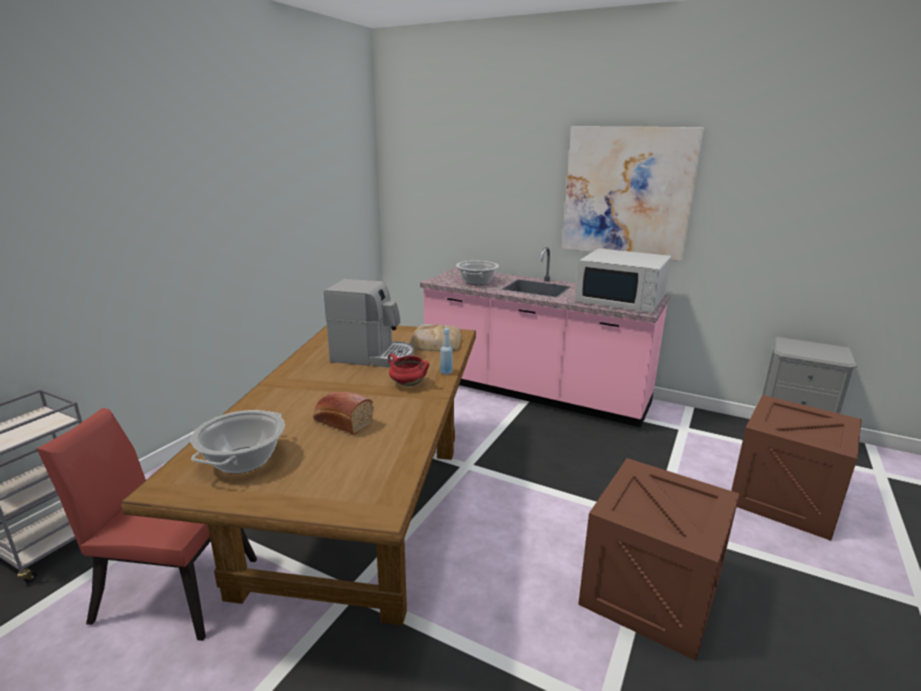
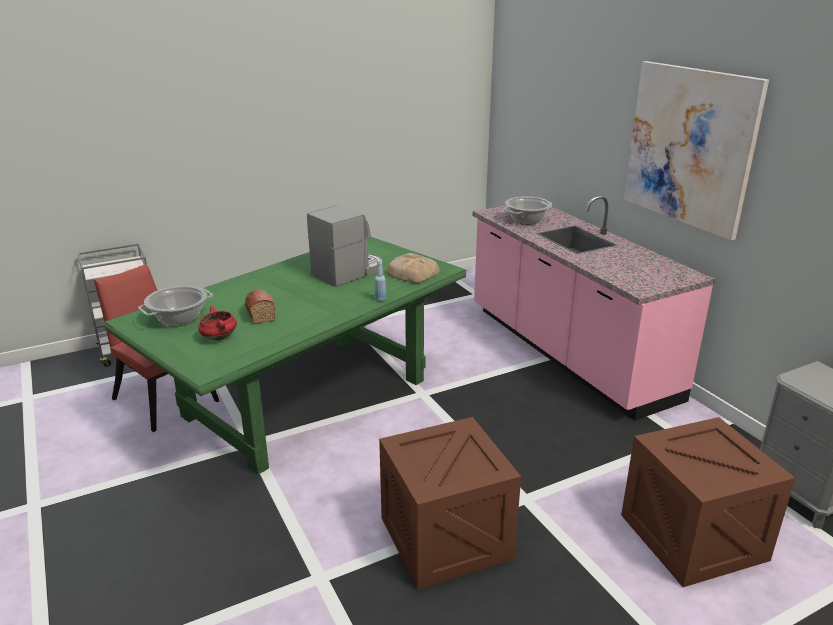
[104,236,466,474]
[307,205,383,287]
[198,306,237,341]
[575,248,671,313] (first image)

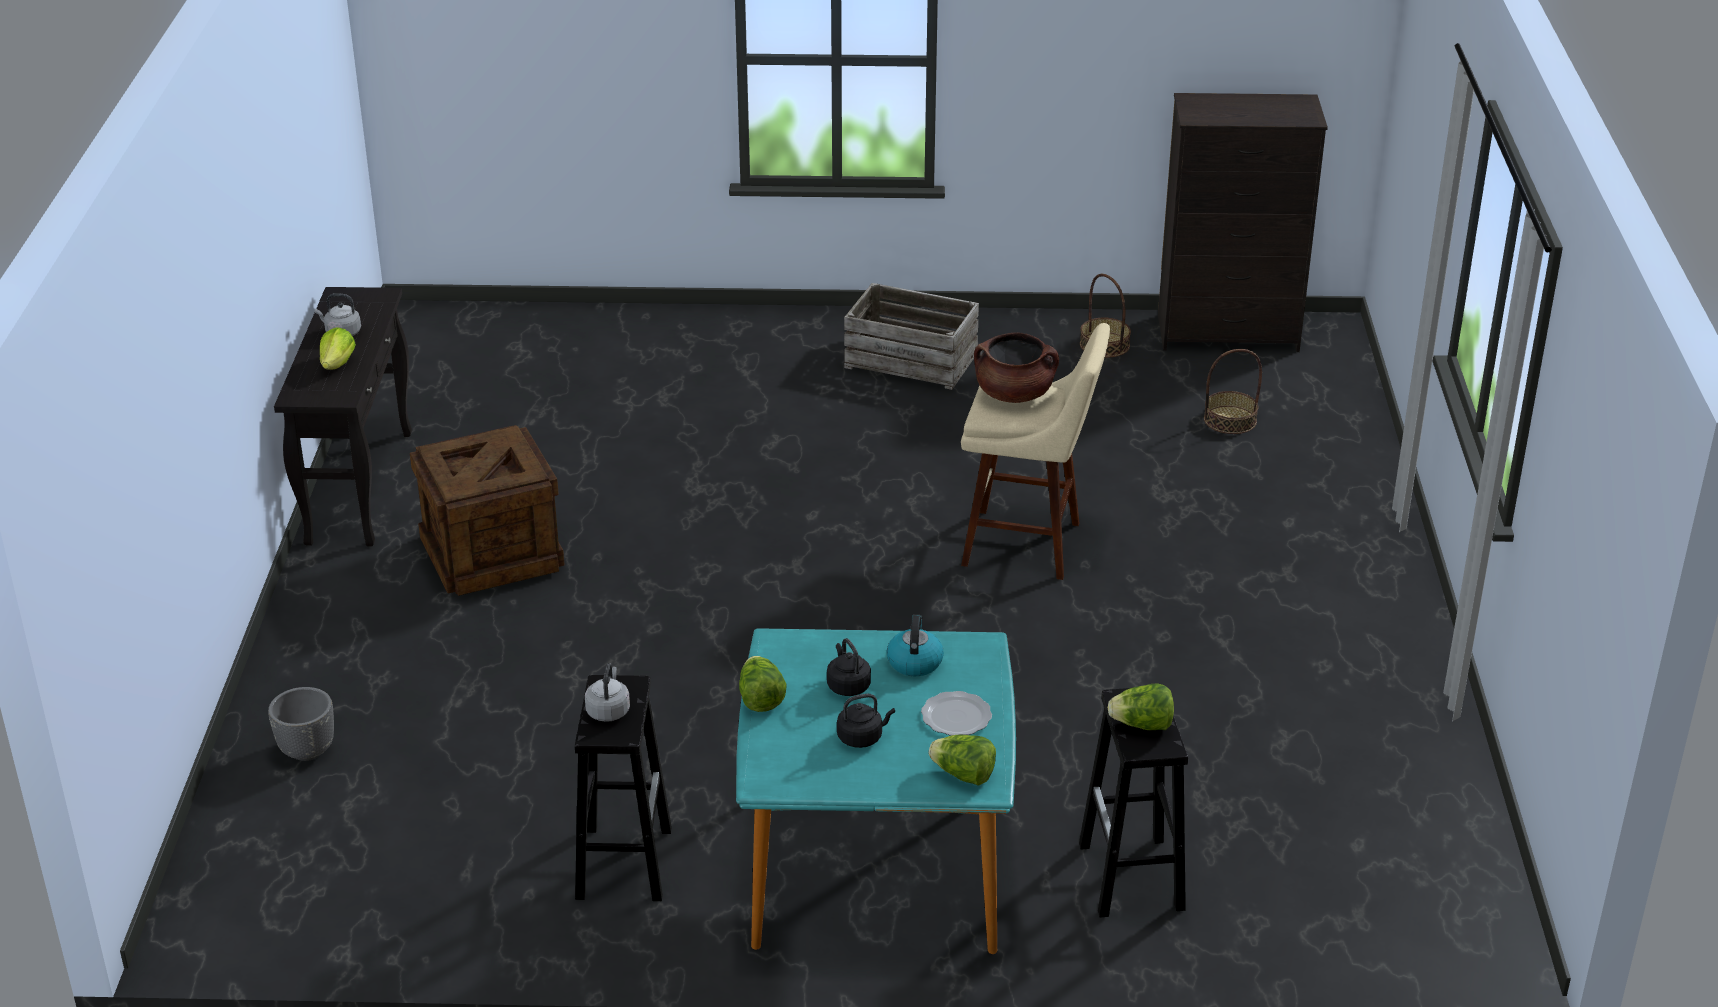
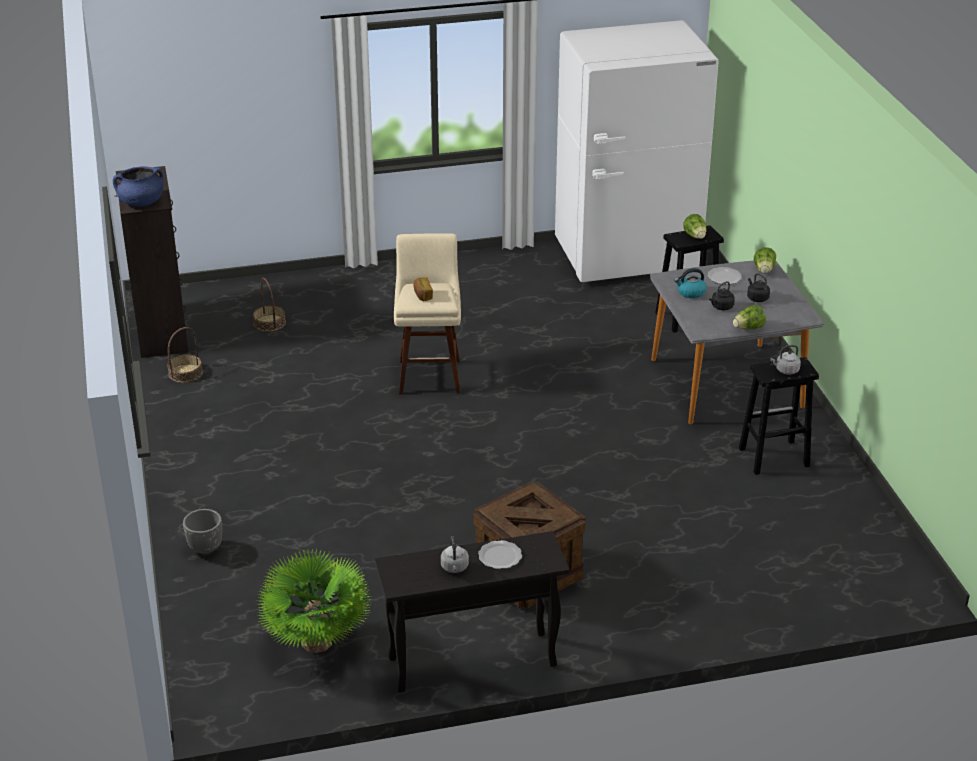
[183,509,222,554]
[478,540,522,569]
[650,261,824,424]
[844,283,979,390] (first image)
[413,277,433,301]
[113,166,163,207]
[257,549,370,653]
[555,20,719,282]

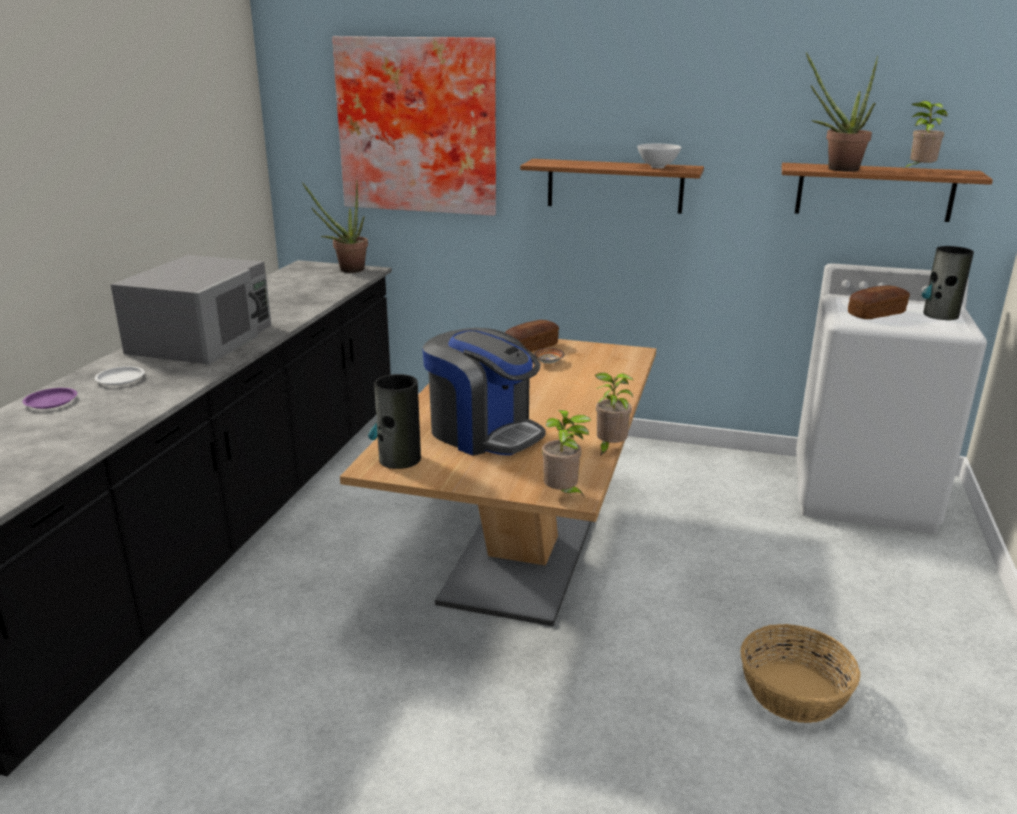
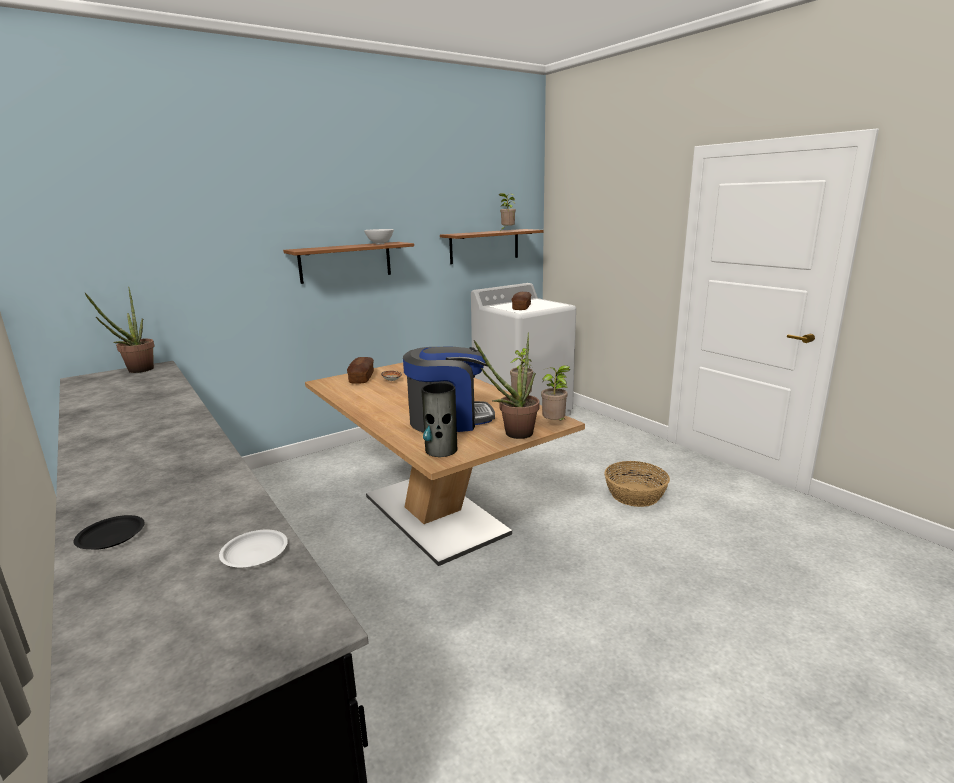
[74,515,145,550]
[219,530,288,568]
[110,255,271,365] (first image)
[332,36,496,216] (first image)
[474,332,540,439]
[922,246,974,320] (first image)

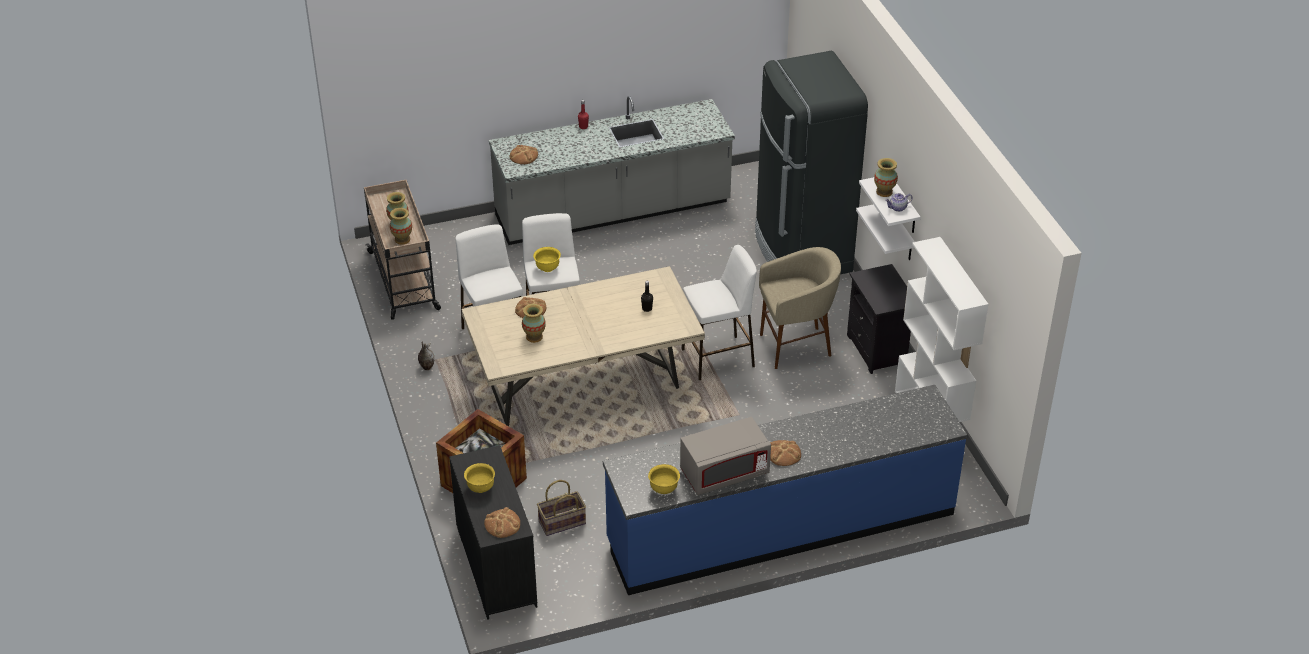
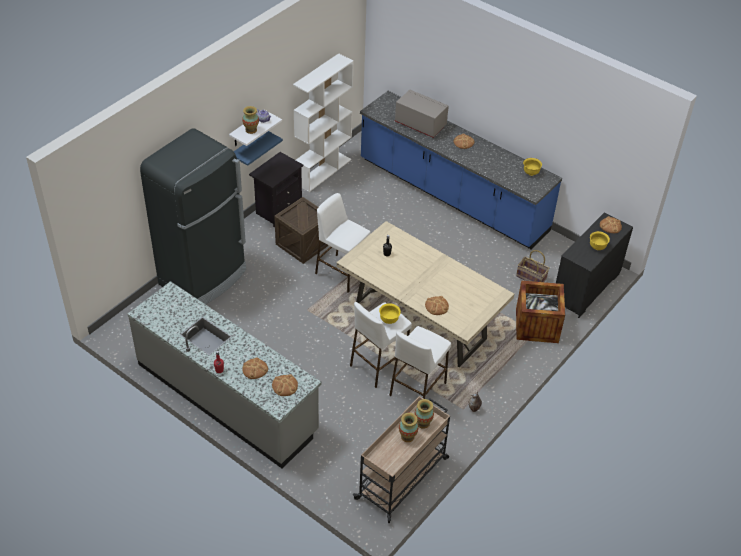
[522,304,546,343] (first image)
[395,90,449,137]
[274,197,329,264]
[234,131,283,166]
[242,357,268,379]

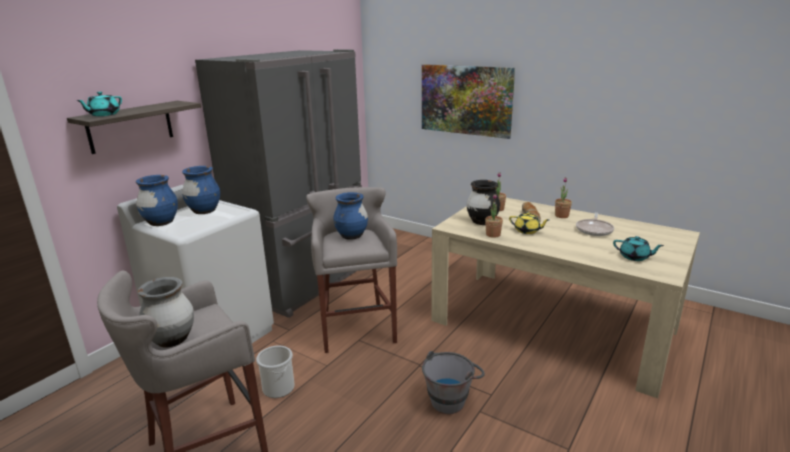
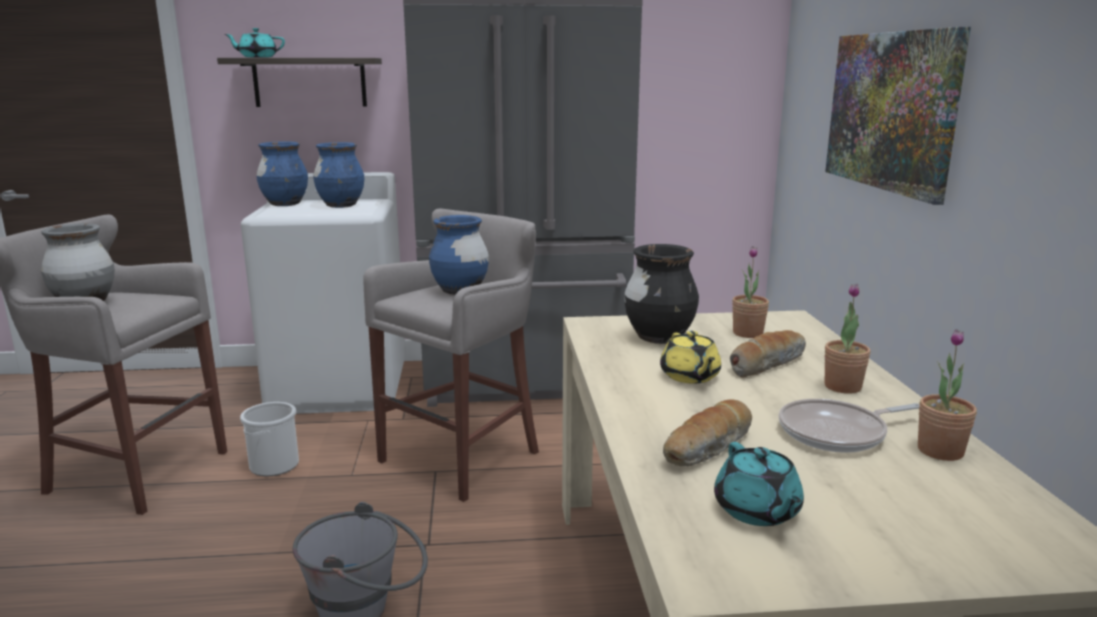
[918,329,977,461]
[663,399,752,466]

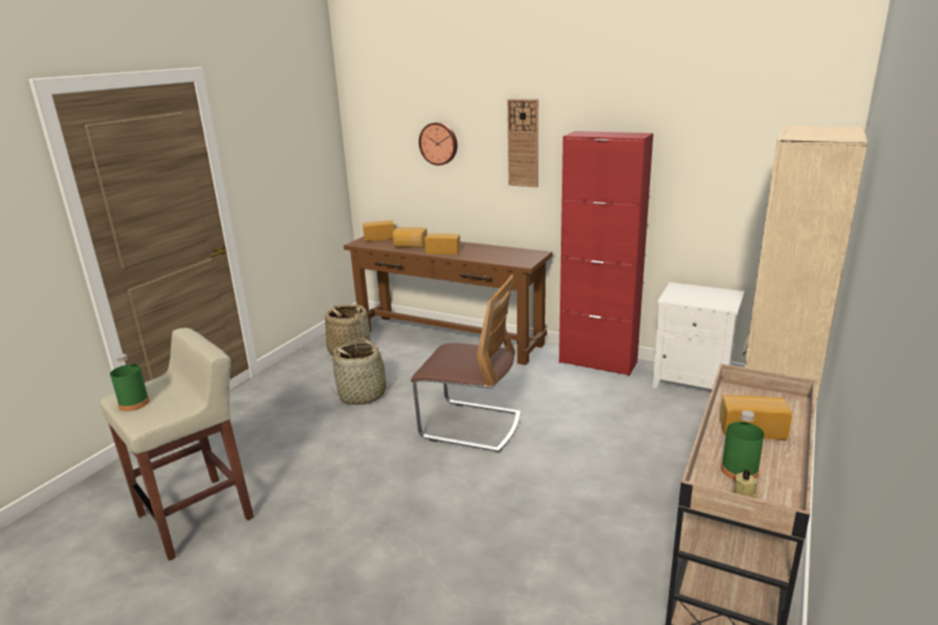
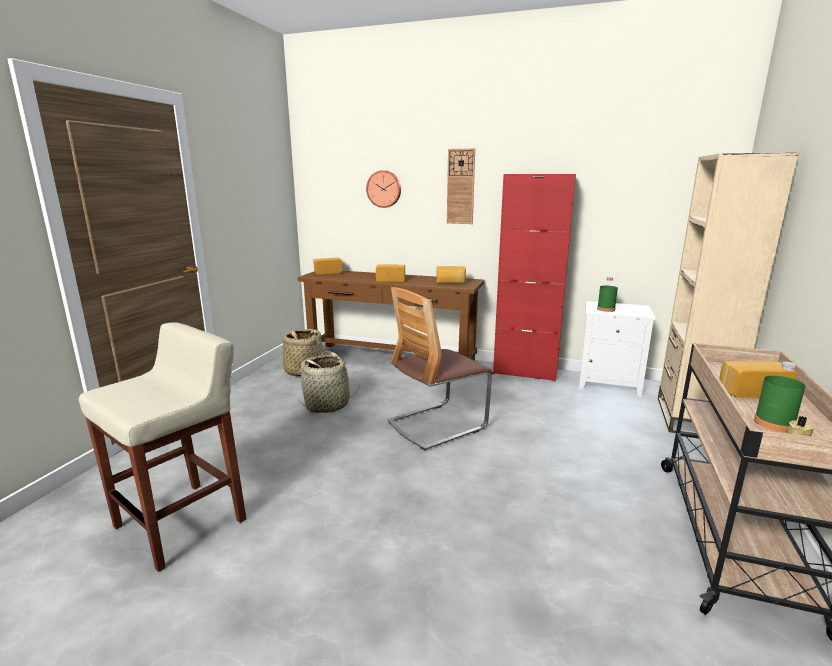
[597,277,618,312]
[436,266,466,284]
[388,287,493,451]

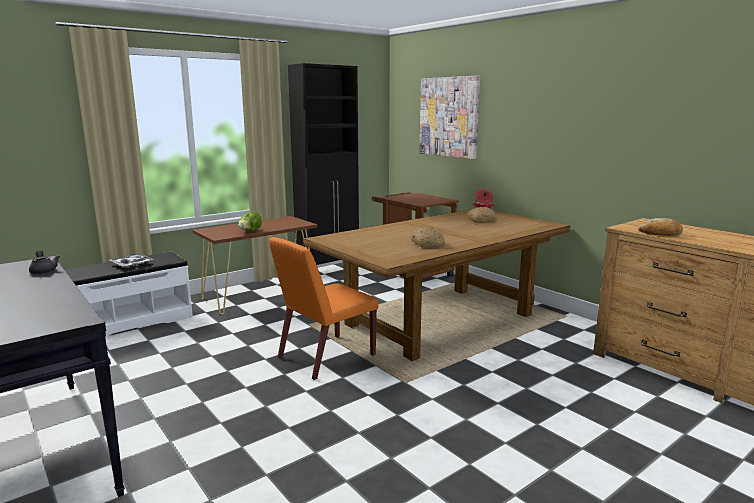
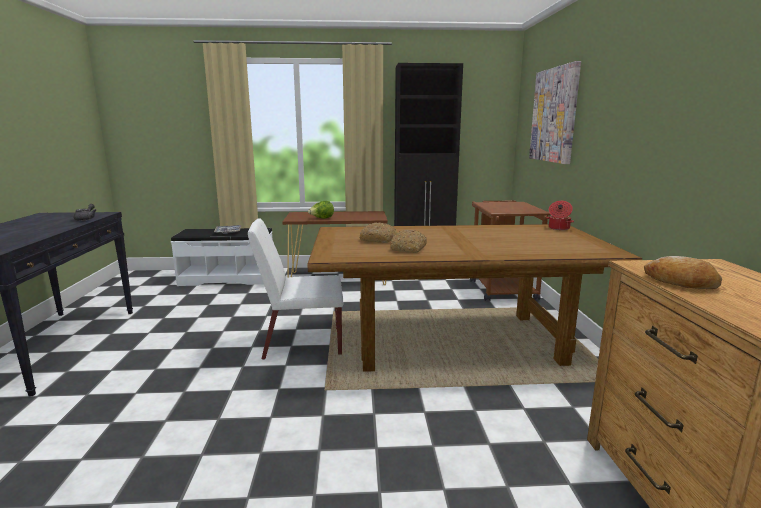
[248,219,343,360]
[360,222,398,243]

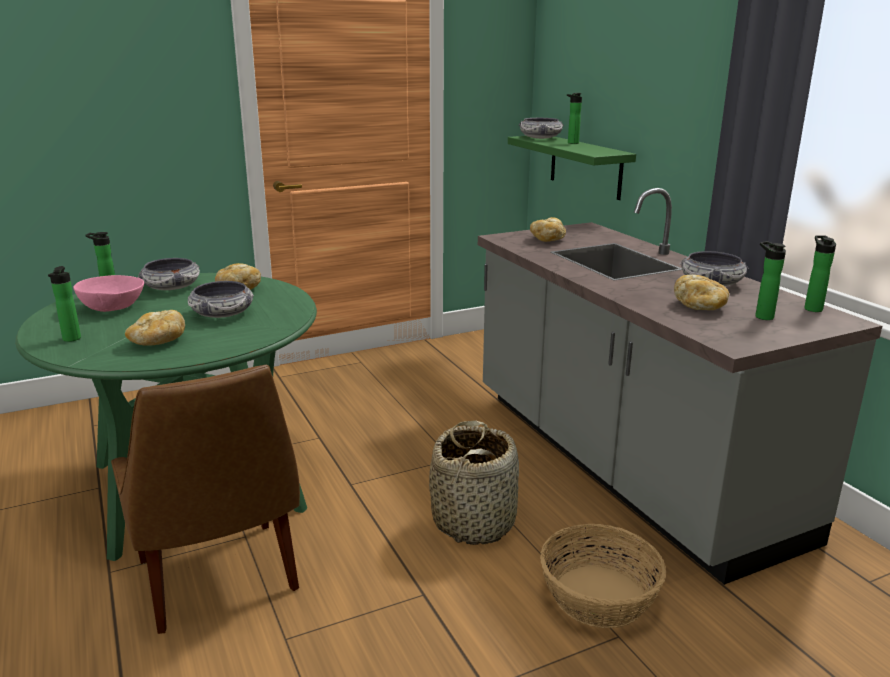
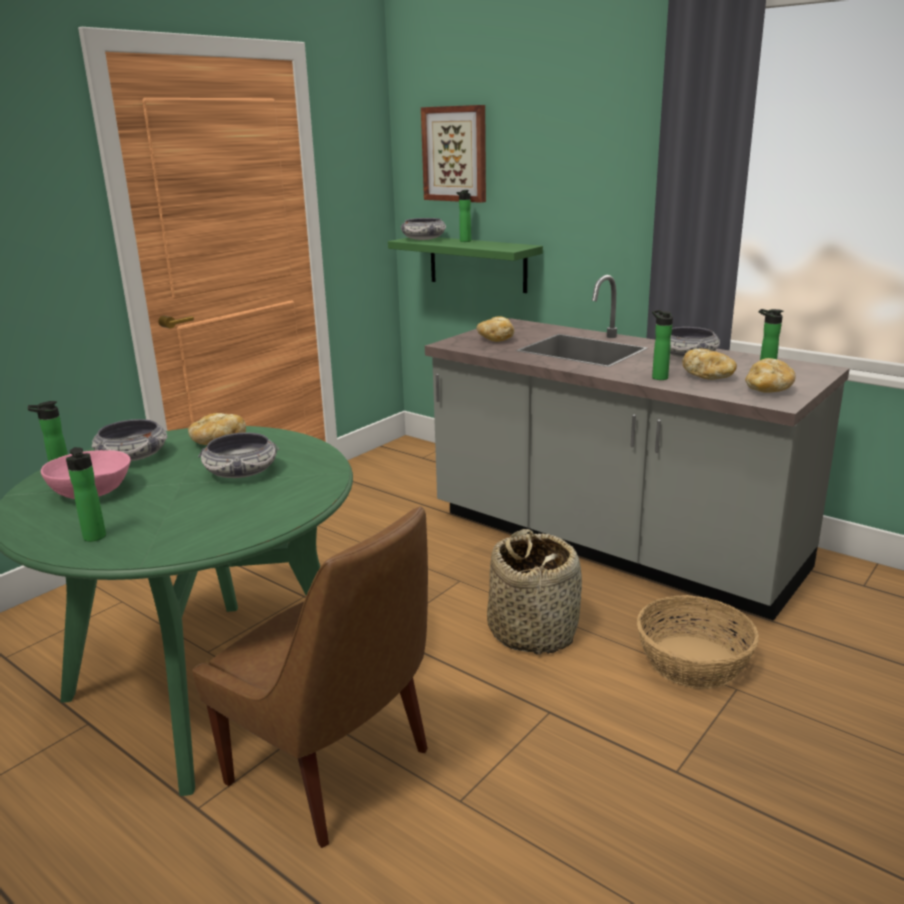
[745,358,796,393]
[652,310,673,380]
[421,105,486,203]

